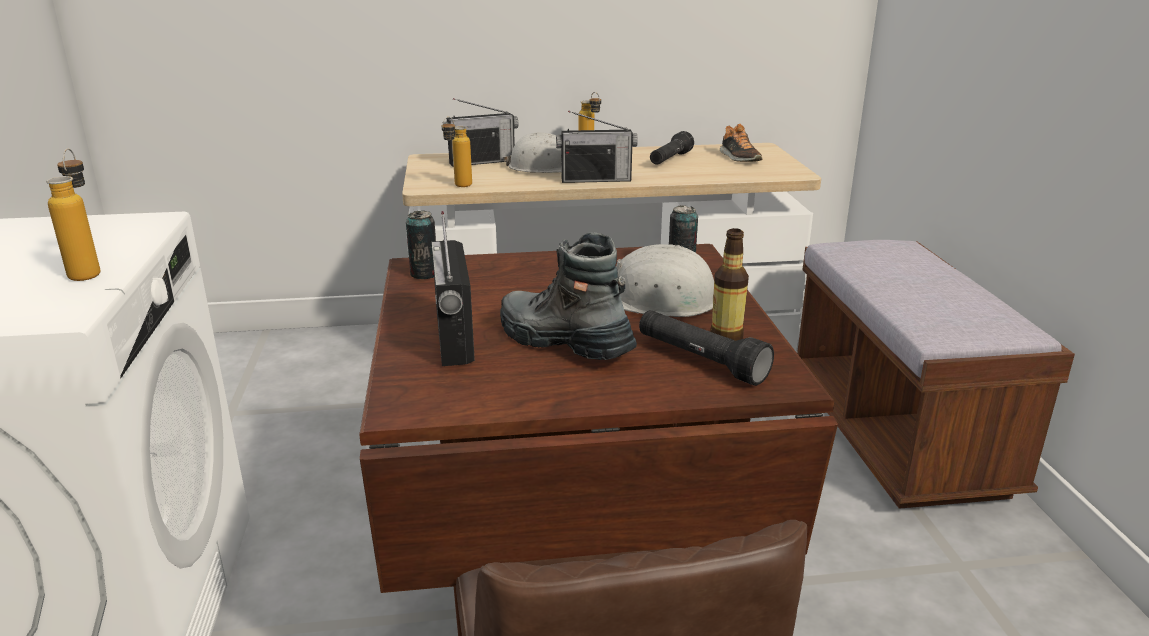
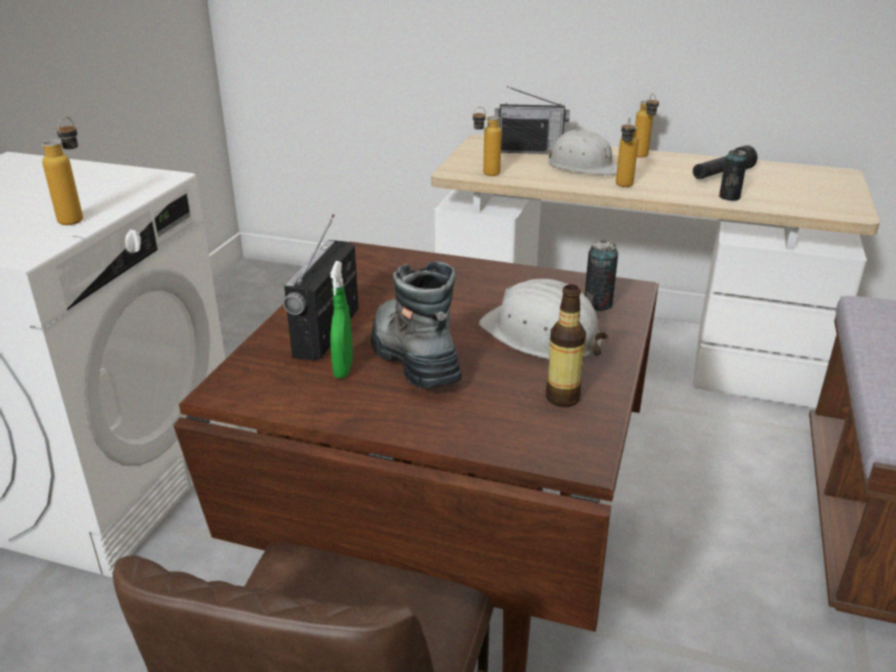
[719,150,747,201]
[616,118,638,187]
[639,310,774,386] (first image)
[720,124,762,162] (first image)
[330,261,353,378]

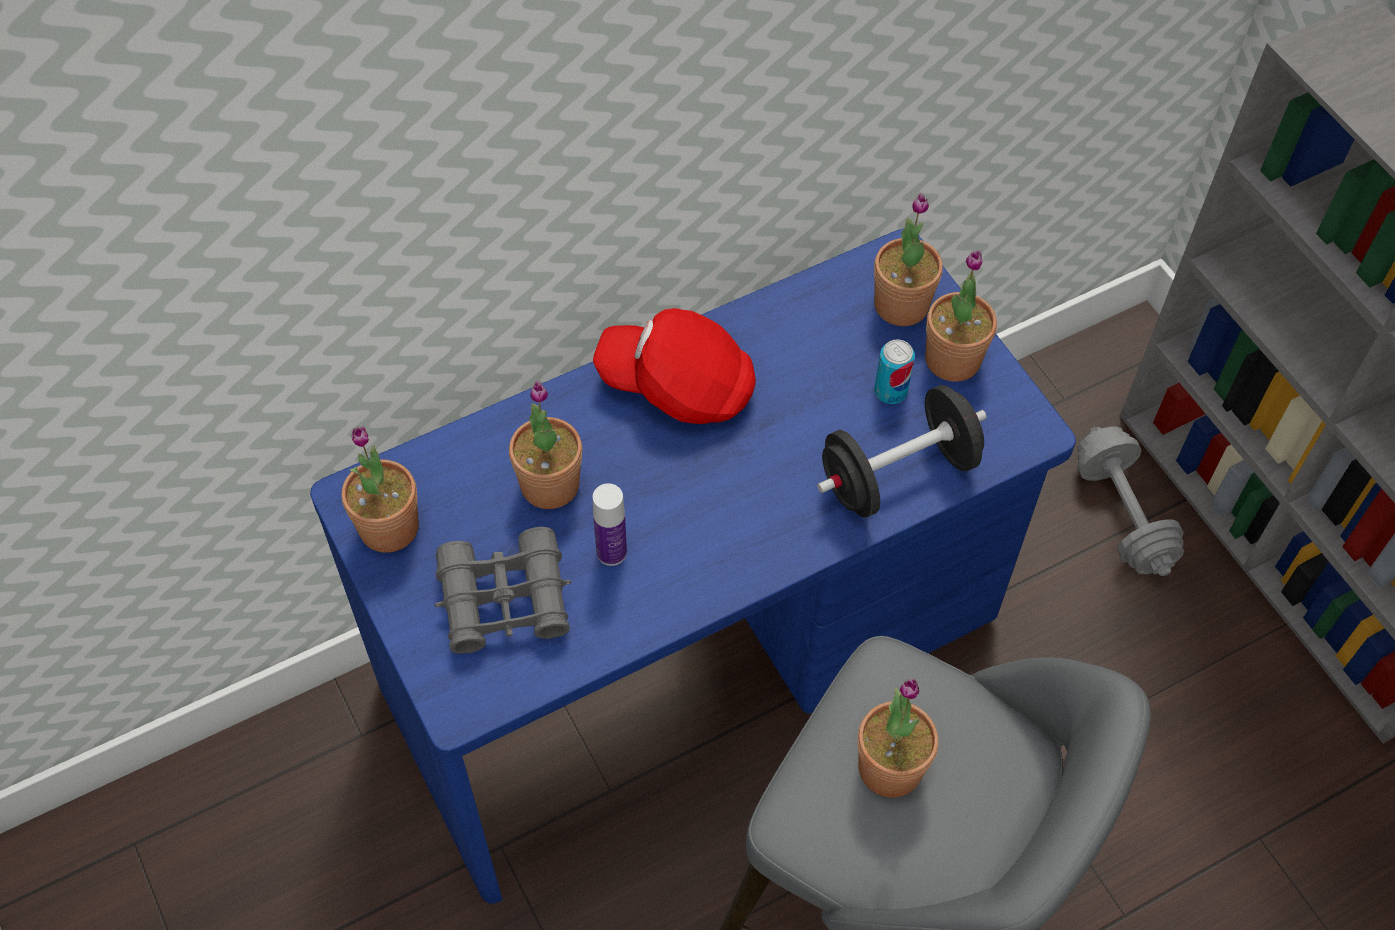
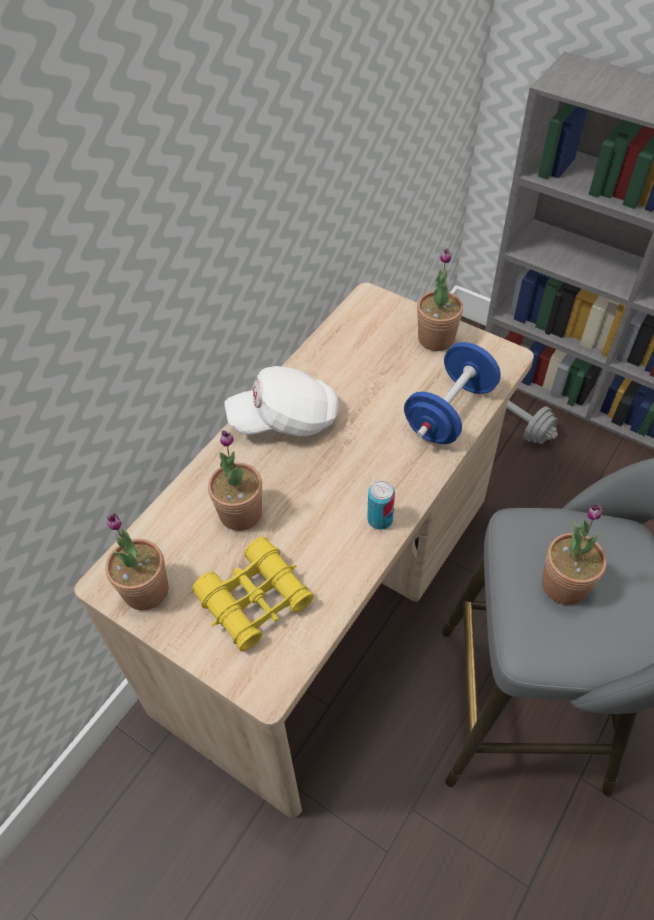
[74,282,534,818]
[193,537,314,651]
[224,366,339,437]
[593,483,627,566] (first image)
[404,342,501,444]
[874,193,943,326] (first image)
[367,481,395,530]

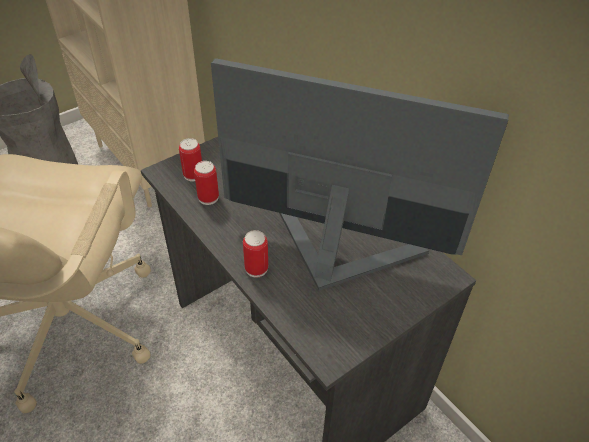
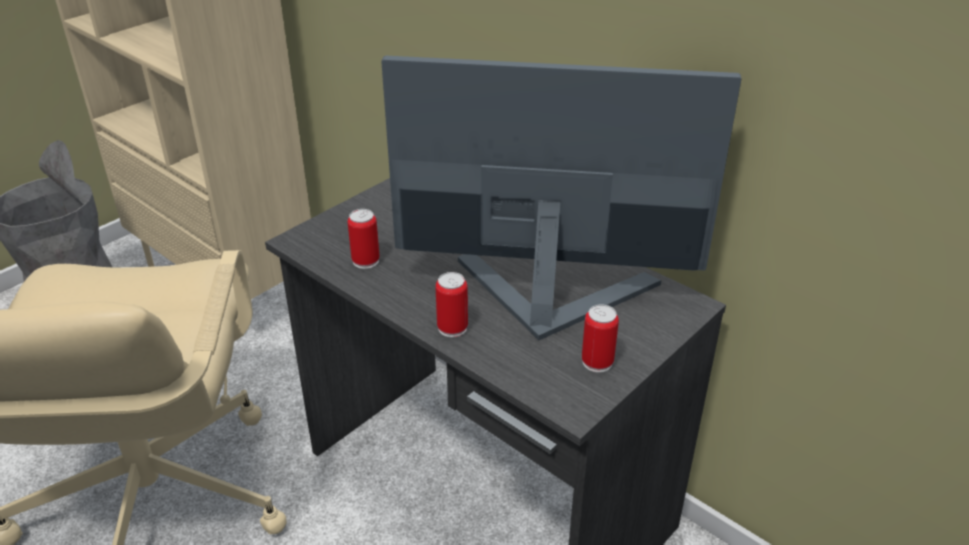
[582,304,619,373]

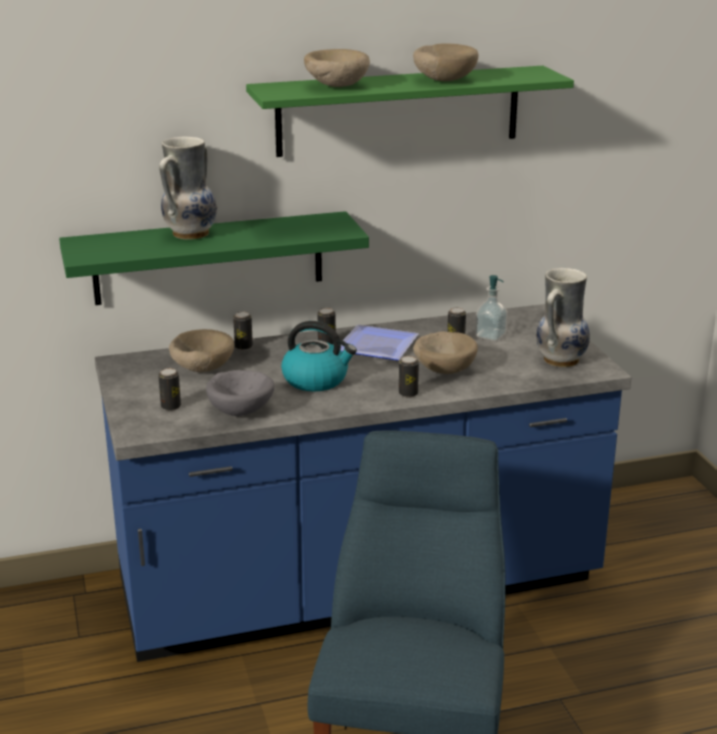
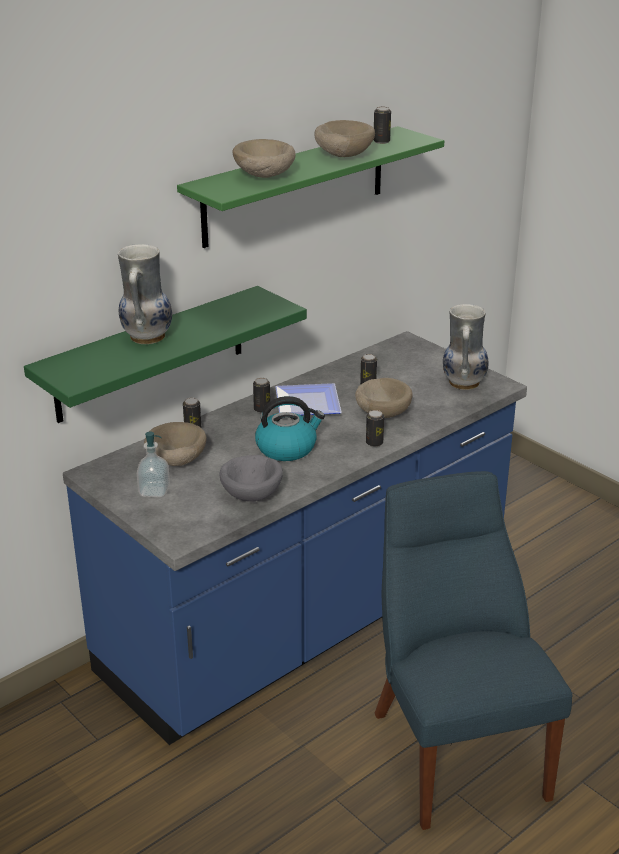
[373,107,391,144]
[137,432,170,498]

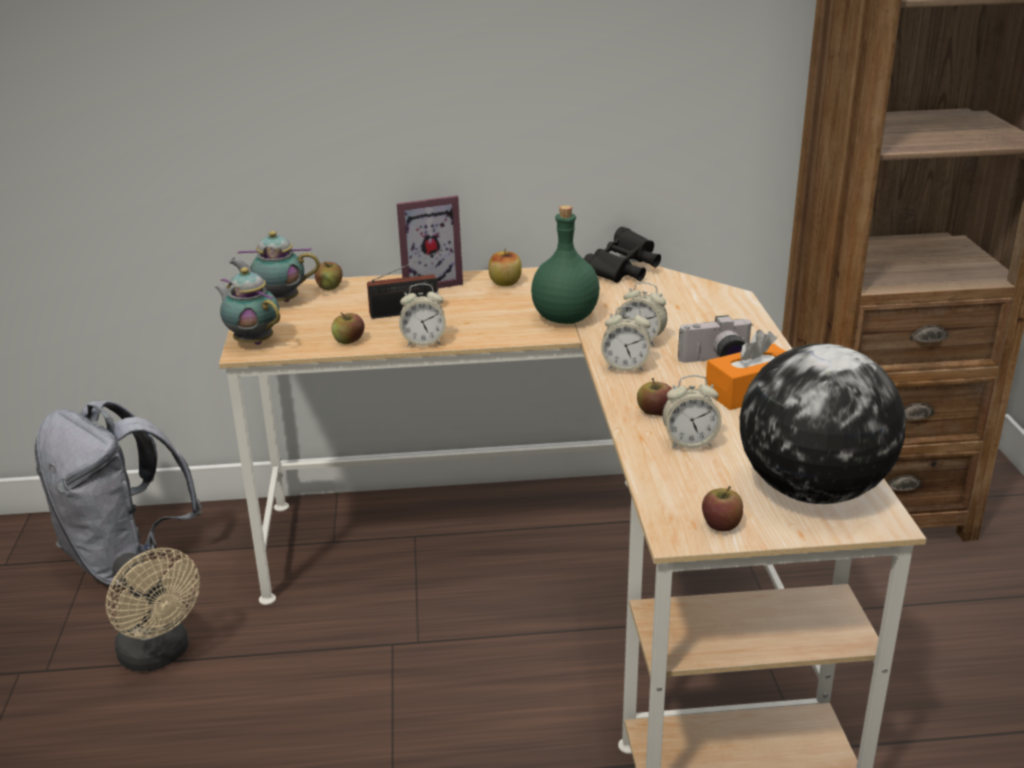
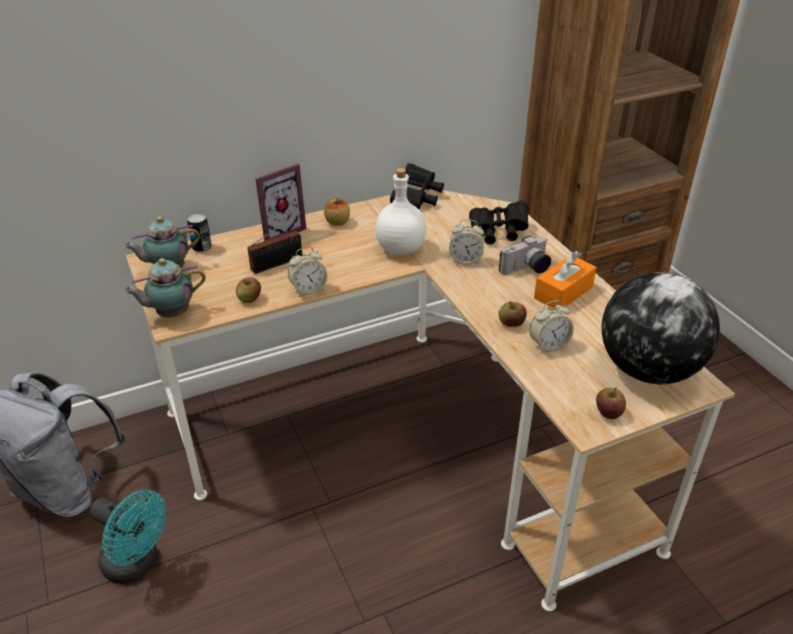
[89,489,166,584]
[124,258,206,317]
[187,214,212,253]
[375,168,426,255]
[601,306,651,371] (first image)
[469,201,529,244]

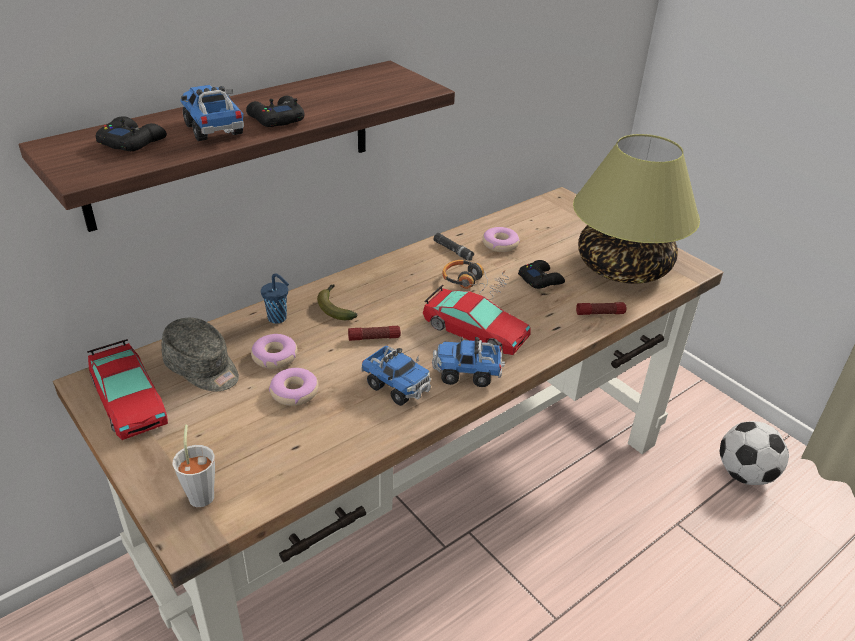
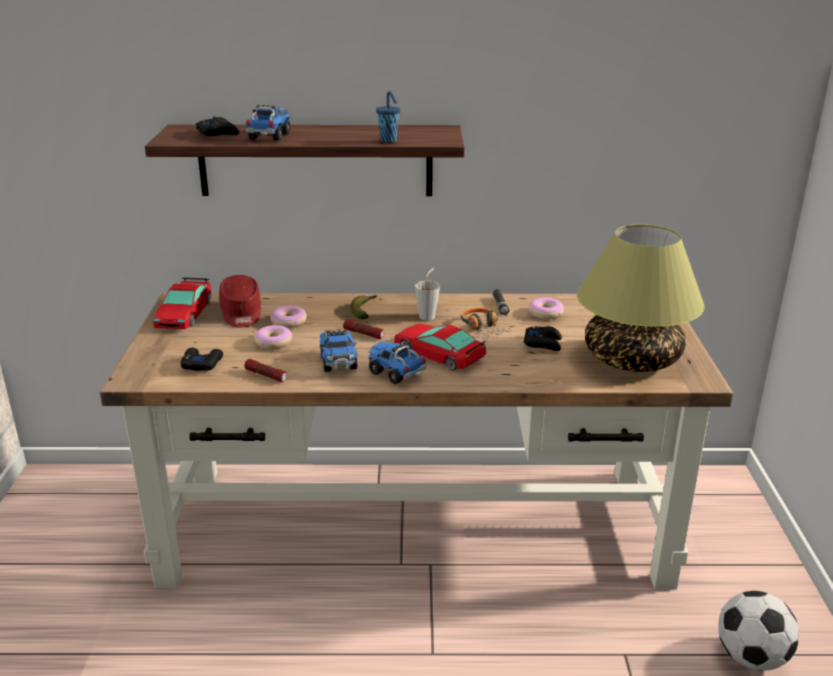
[219,275,261,328]
[415,268,440,320]
[181,348,223,371]
[376,91,400,142]
[394,324,486,371]
[244,359,287,382]

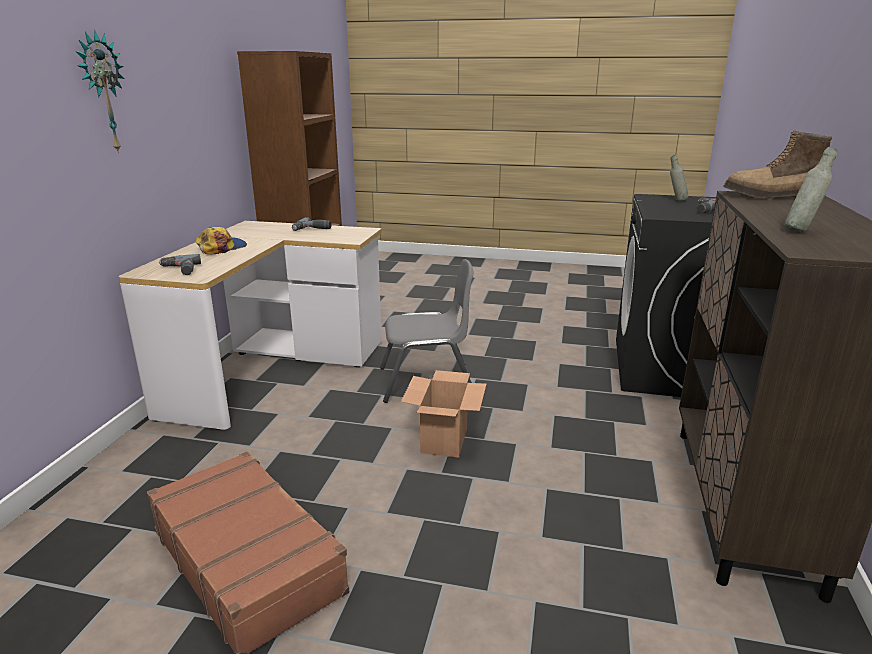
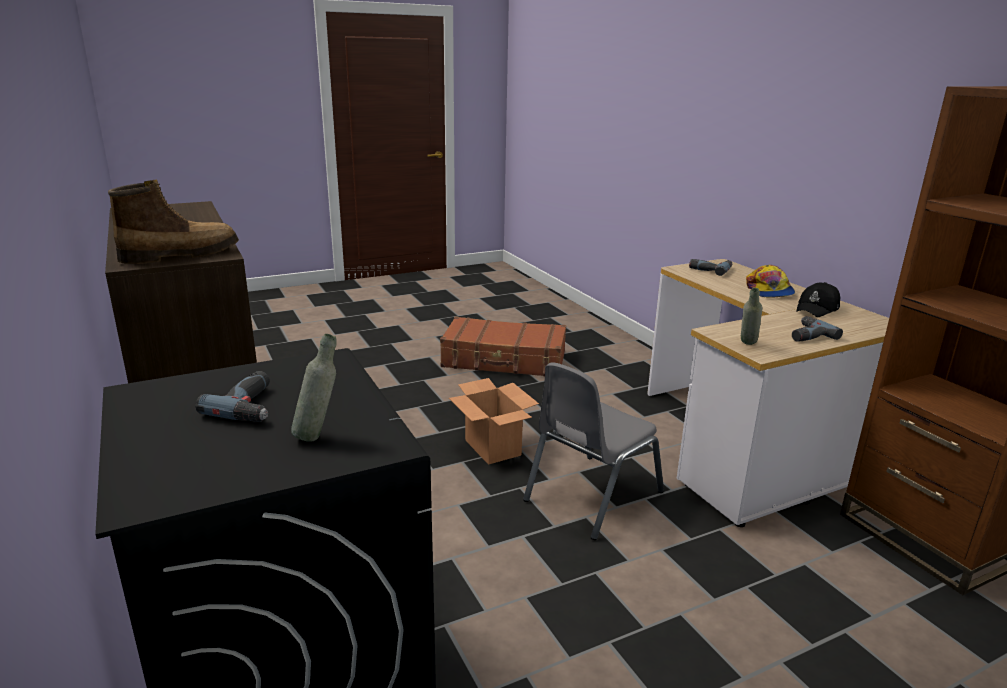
[76,30,124,153] (first image)
[741,288,762,345]
[796,282,840,317]

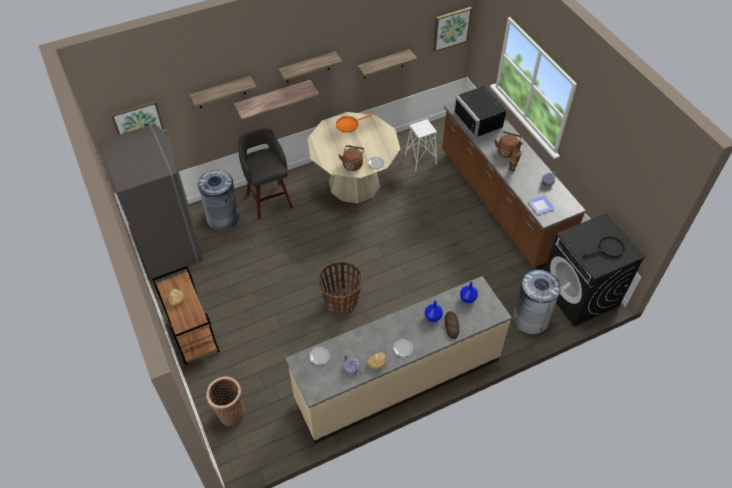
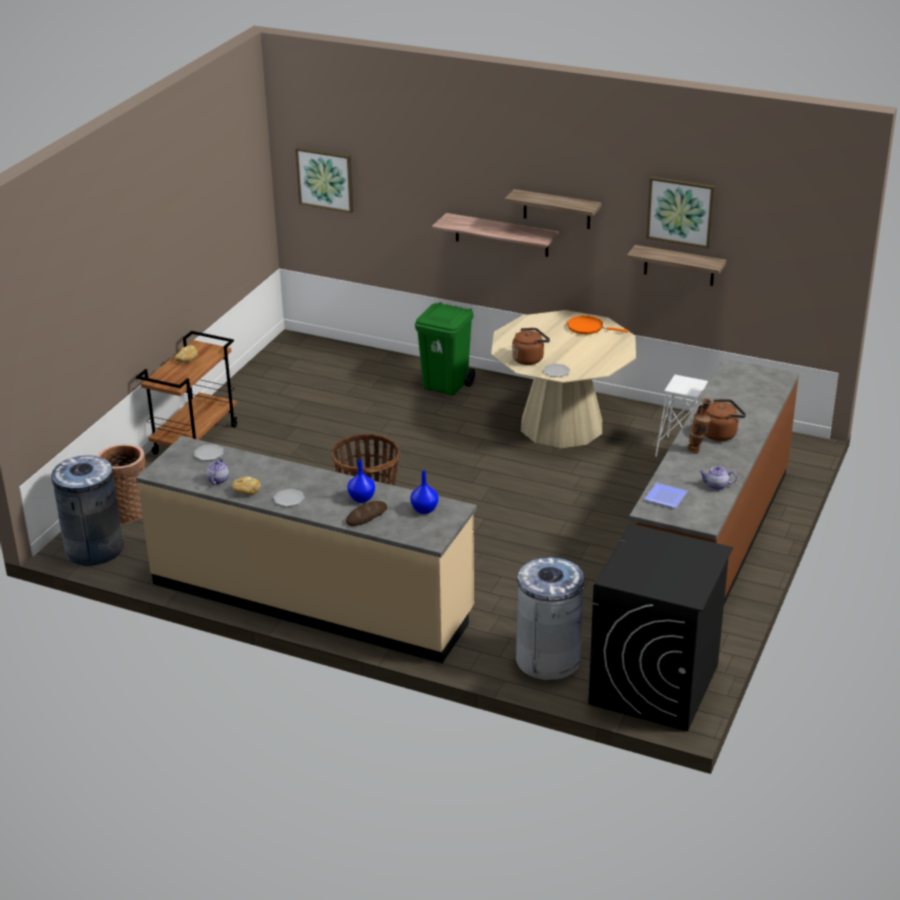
[98,124,203,279] (first image)
[189,76,257,108] (first image)
[51,455,124,566]
[415,302,475,396]
[646,176,715,249]
[454,86,506,138] (first image)
[582,237,625,257] (first image)

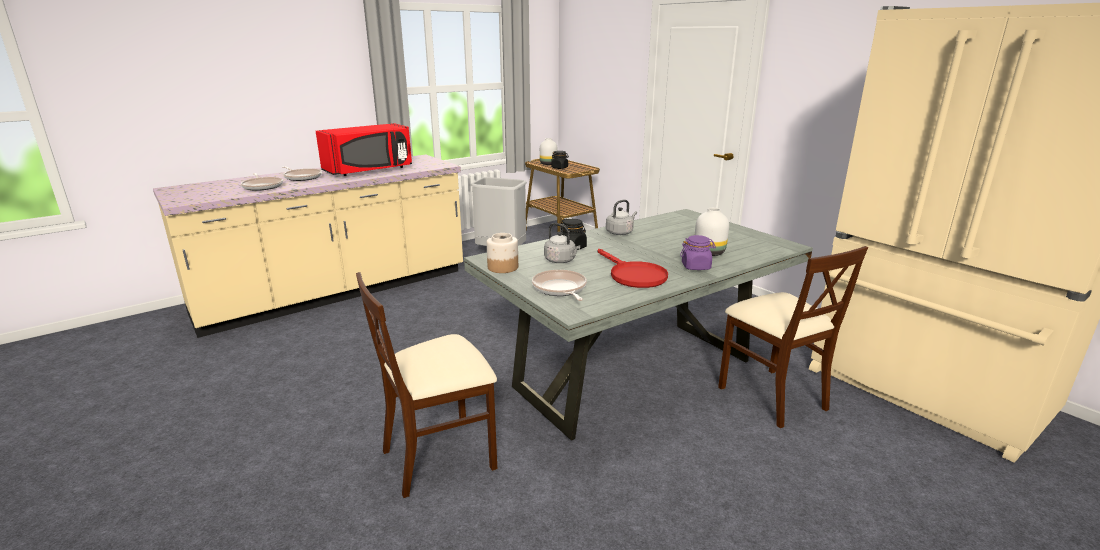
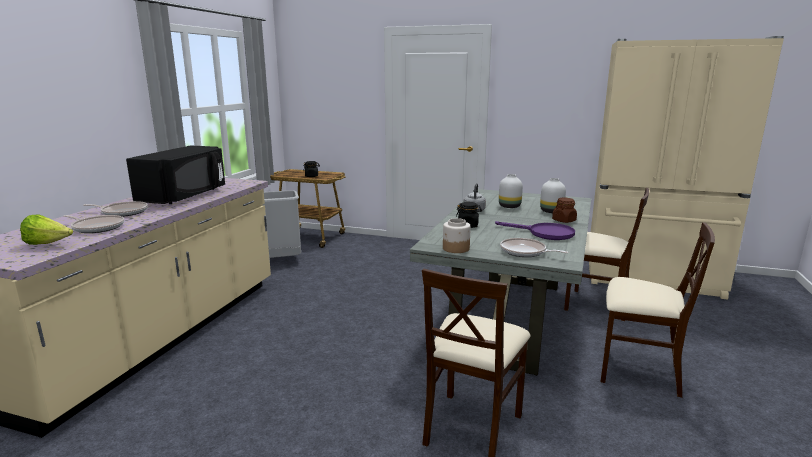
[126,145,225,204]
[499,174,523,208]
[544,223,580,263] (first image)
[495,221,575,240]
[552,198,577,223]
[20,214,73,245]
[600,222,715,398]

